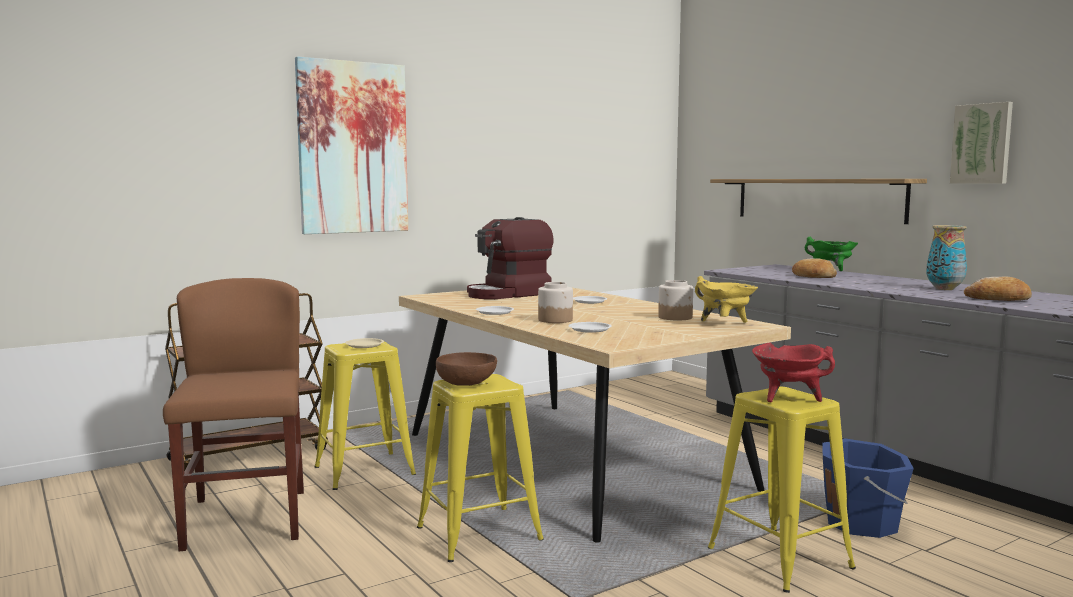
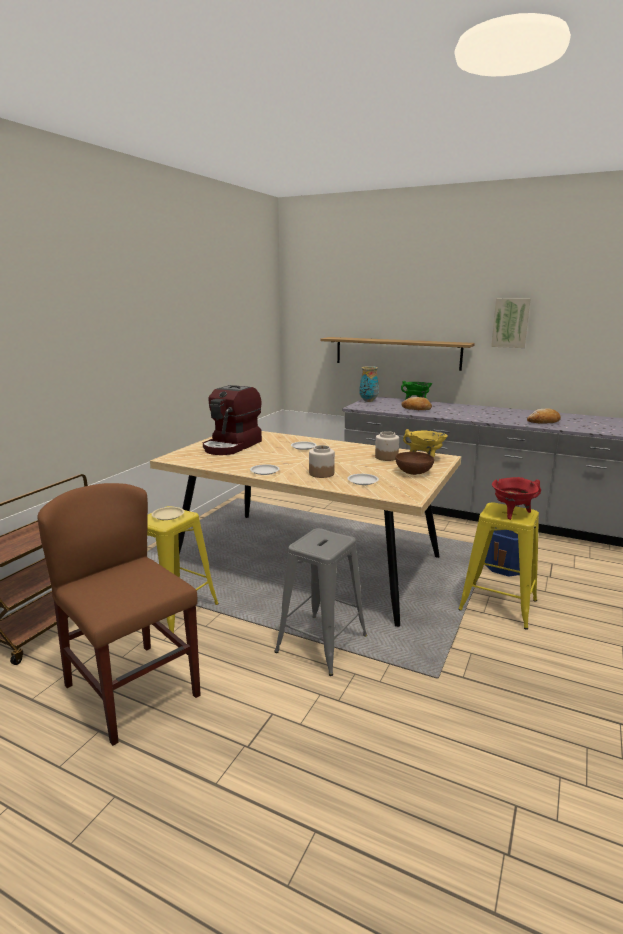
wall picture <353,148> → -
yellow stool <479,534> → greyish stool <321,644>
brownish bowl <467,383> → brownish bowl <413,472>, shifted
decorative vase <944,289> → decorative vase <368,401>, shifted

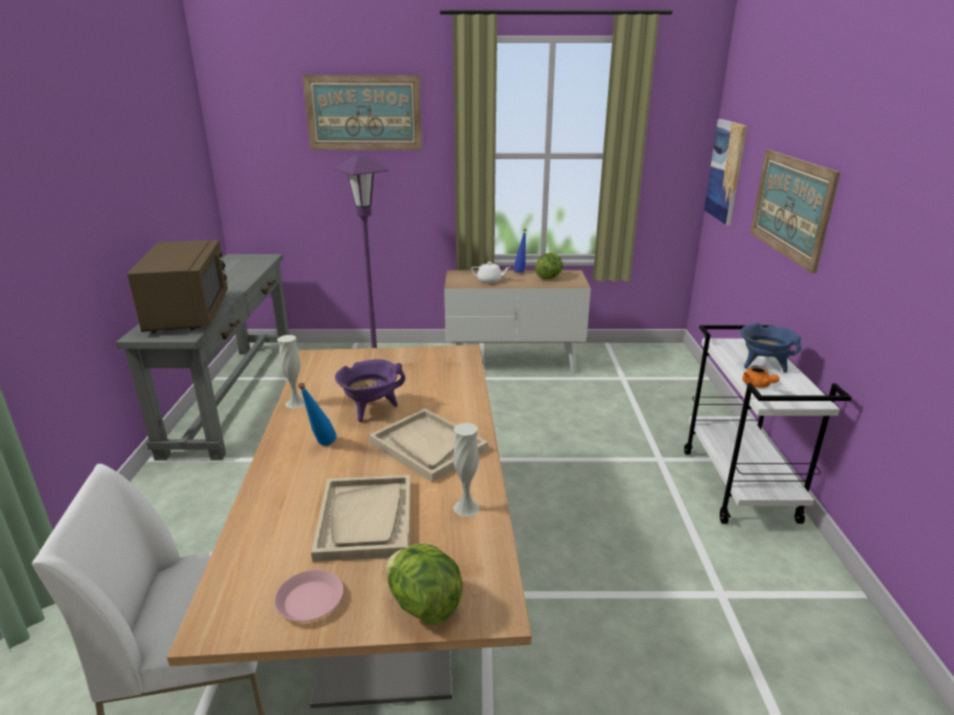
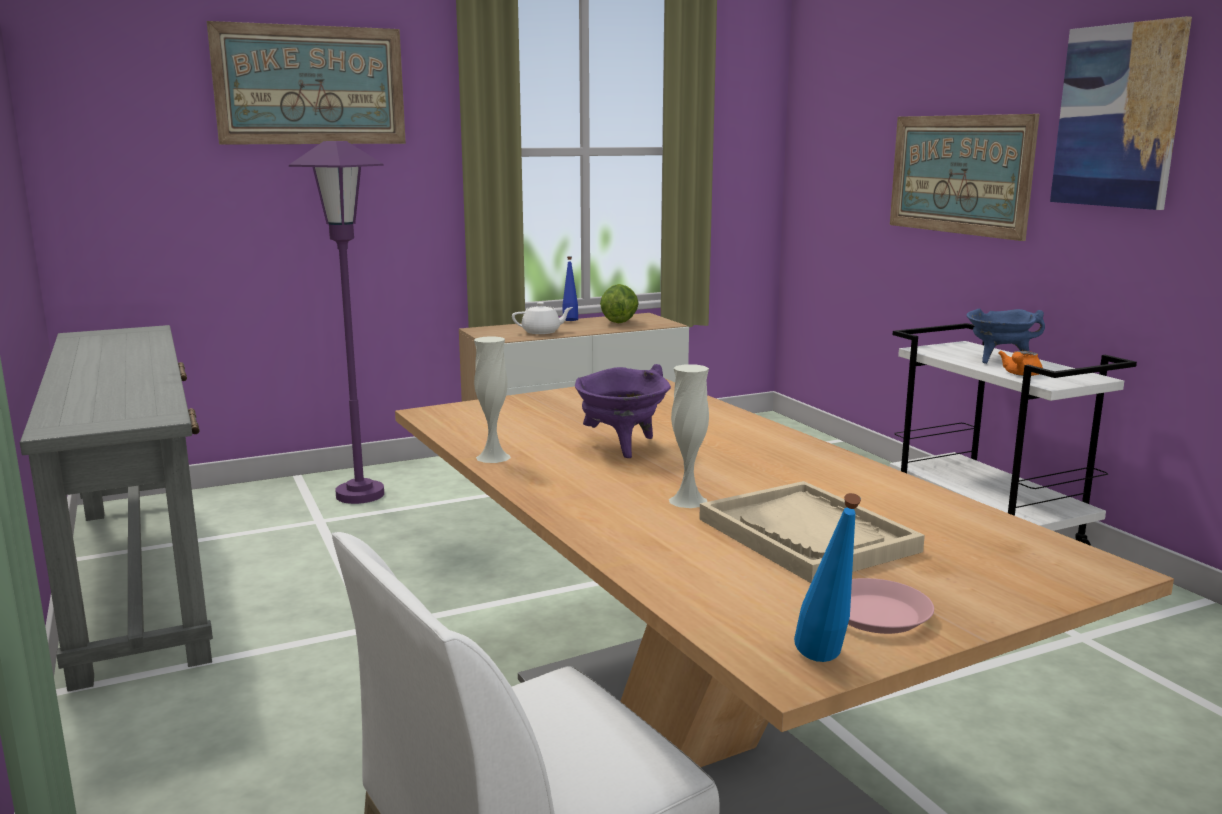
brownish microwave <188,314> → -
blue-coloured beverage bottle <321,446> → blue-coloured beverage bottle <825,665>, shifted
sand-coloured tray <427,446> → -
head of lettuce <423,605> → -
white decorative vase <466,508> → white decorative vase <688,501>, shifted
wall picture <725,171> → wall picture <1117,116>, shifted
orange-coloured teapot <758,385> → orange-coloured teapot <1020,374>, 75 degrees clockwise

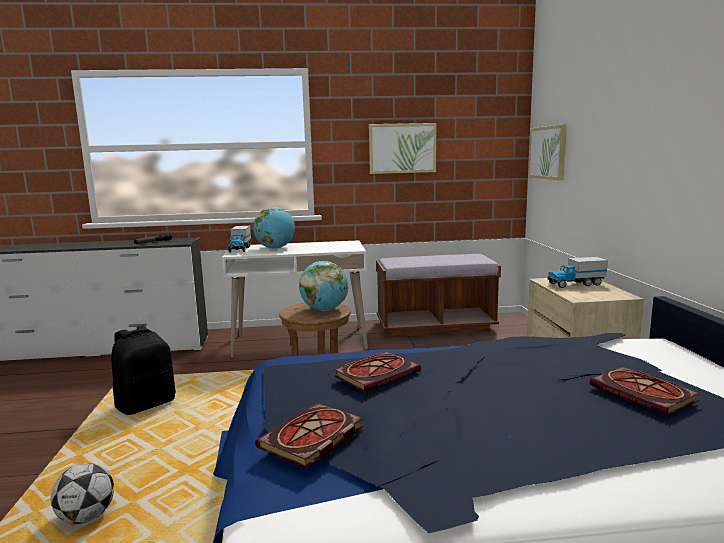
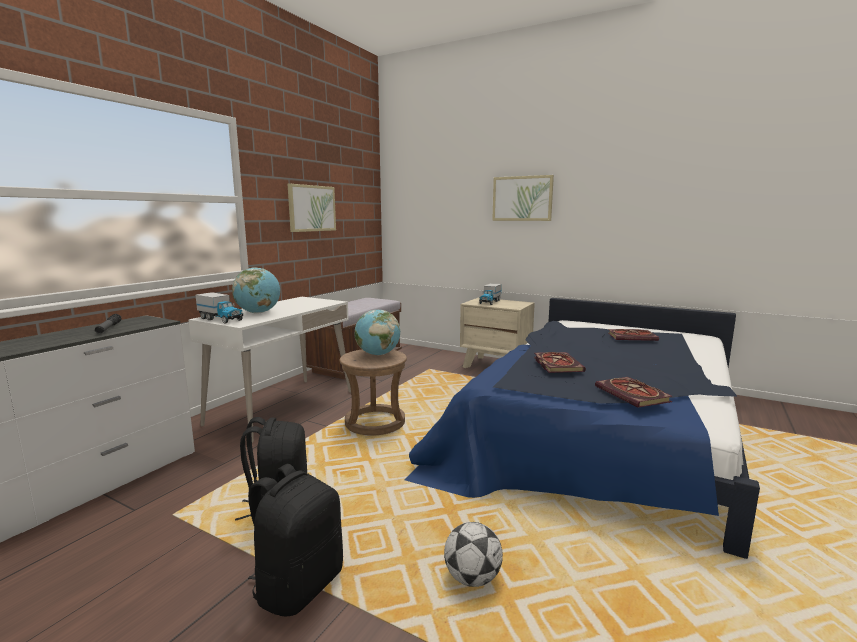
wall picture <548,152> → wall picture <522,198>, shifted
- → black rucksack <298,585>

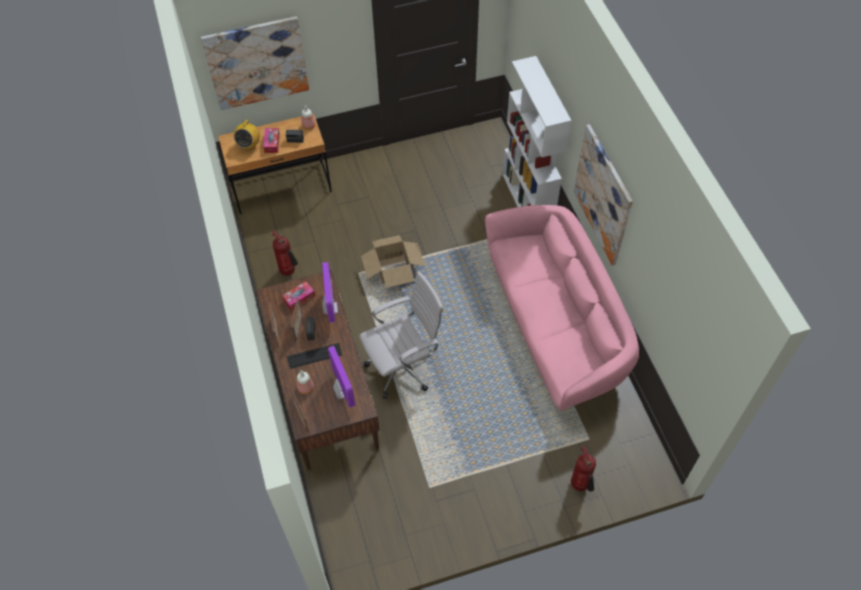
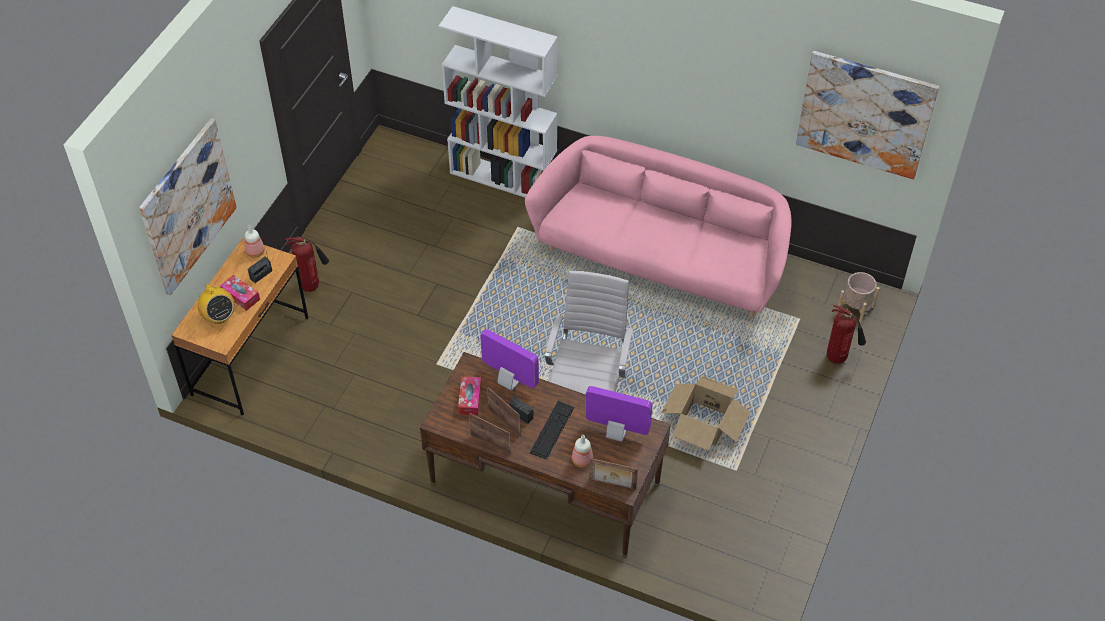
extinguisher <289,272> → extinguisher <312,285>, shifted
carton <393,269> → carton <703,424>, shifted
wall picture <603,195> → wall picture <865,114>, shifted
- → sand-coloured plant pot <855,308>

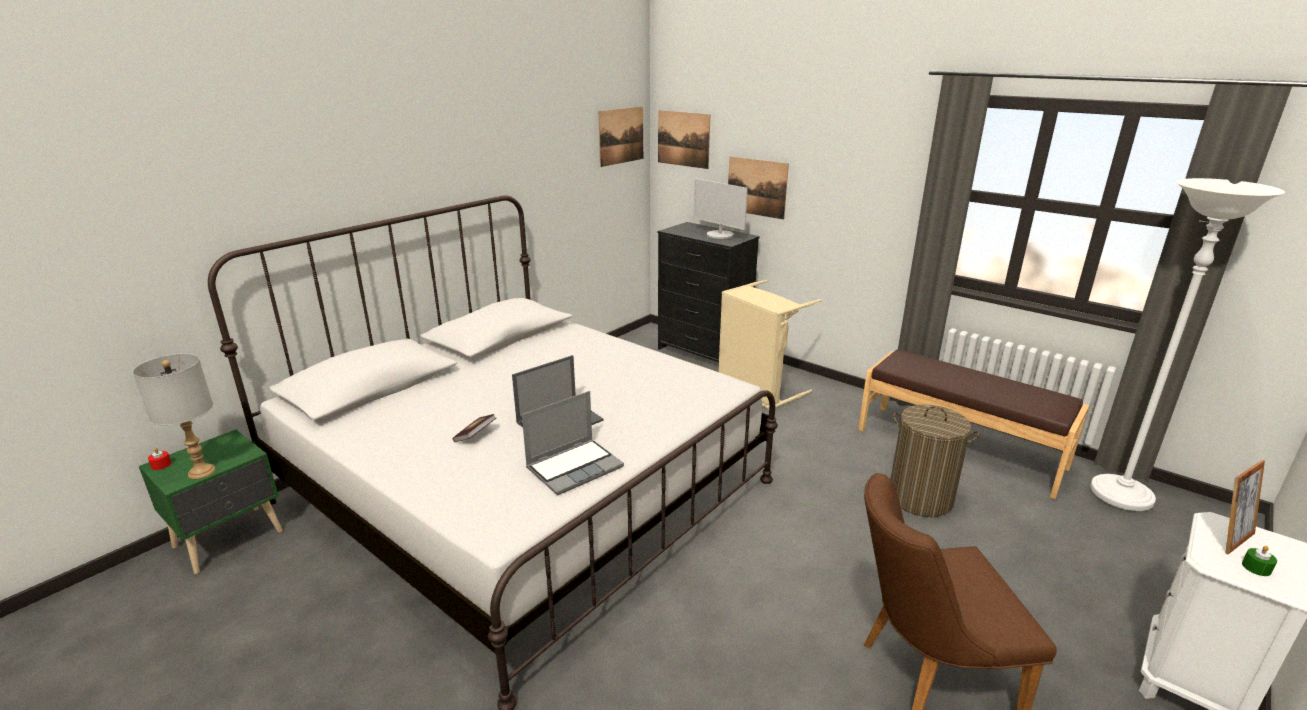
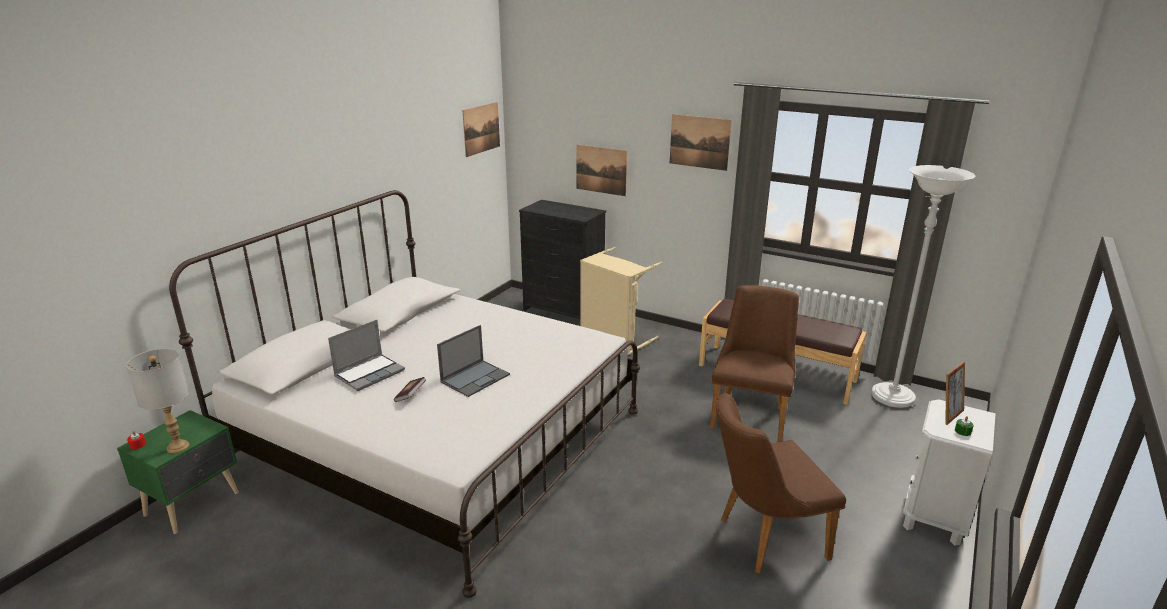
portable computer <575,467> → portable computer <370,373>, shifted
wall picture <683,139> → wall picture <699,142>, shifted
monitor <720,235> → -
washing basket <920,498> → brownish chair <750,414>

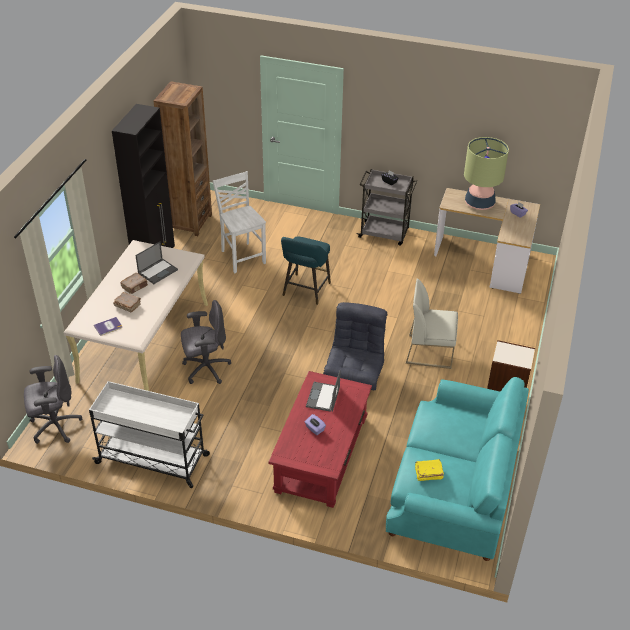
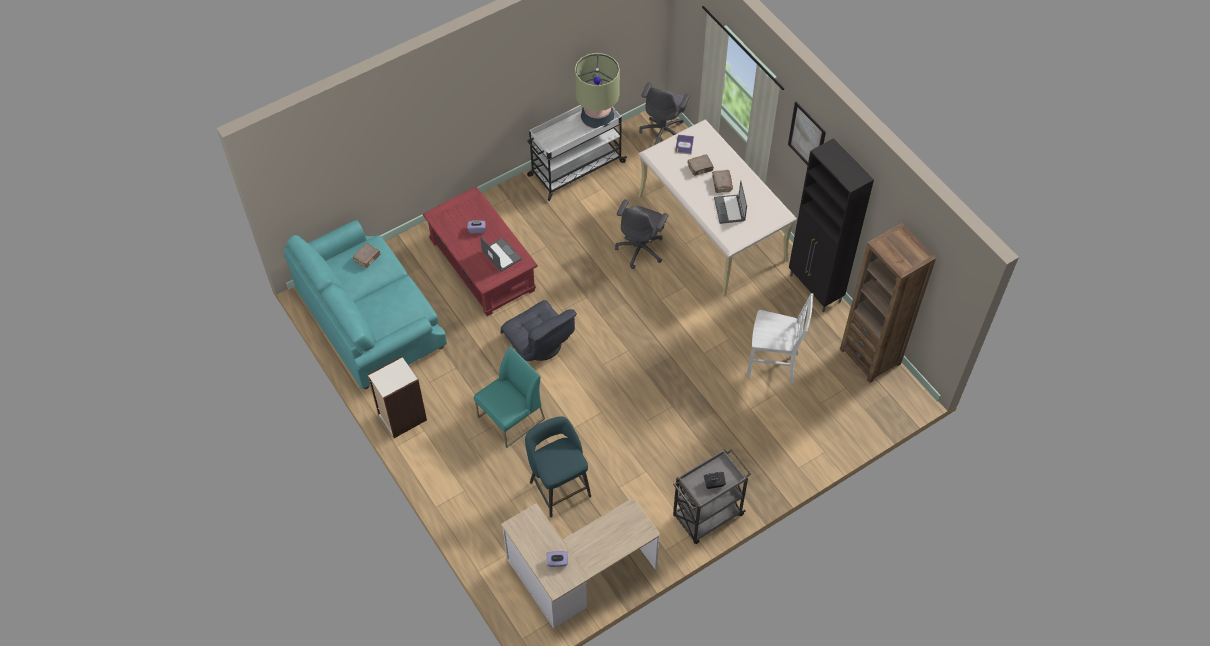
turquoise stool <305,291> → turquoise stool <558,486>, shifted
white chair <430,351> → turquoise chair <511,419>
yellow bound book <428,473> → brownish bound book <367,258>
lamp for a table <479,203> → lamp for a table <597,119>, shifted
- → wall picture <807,138>

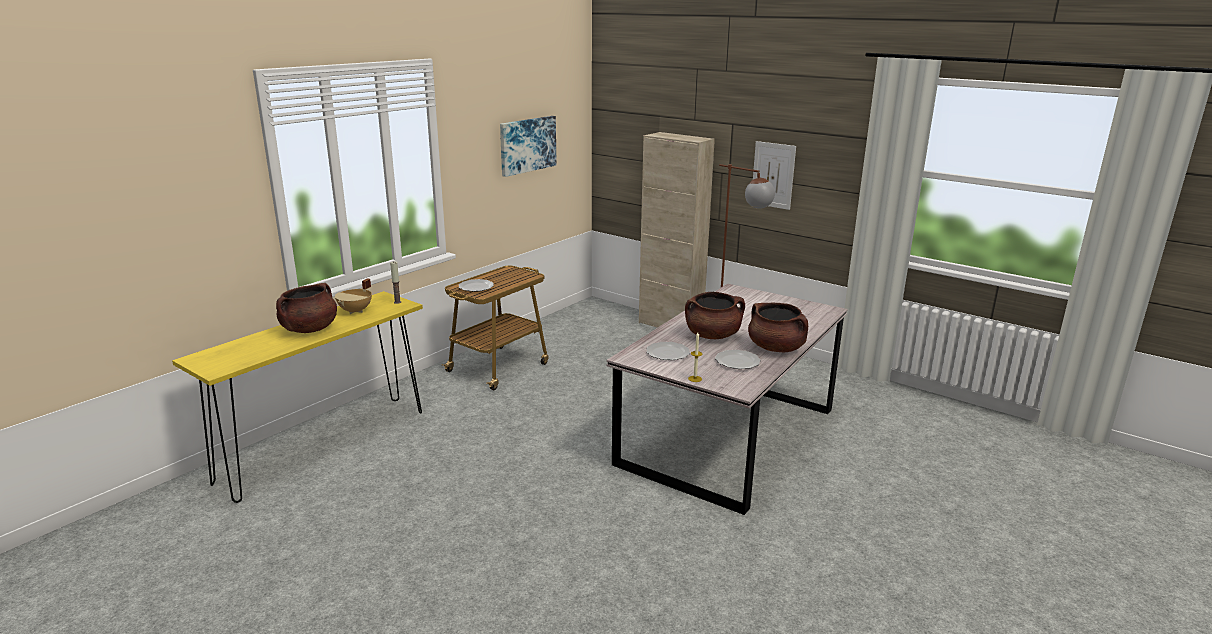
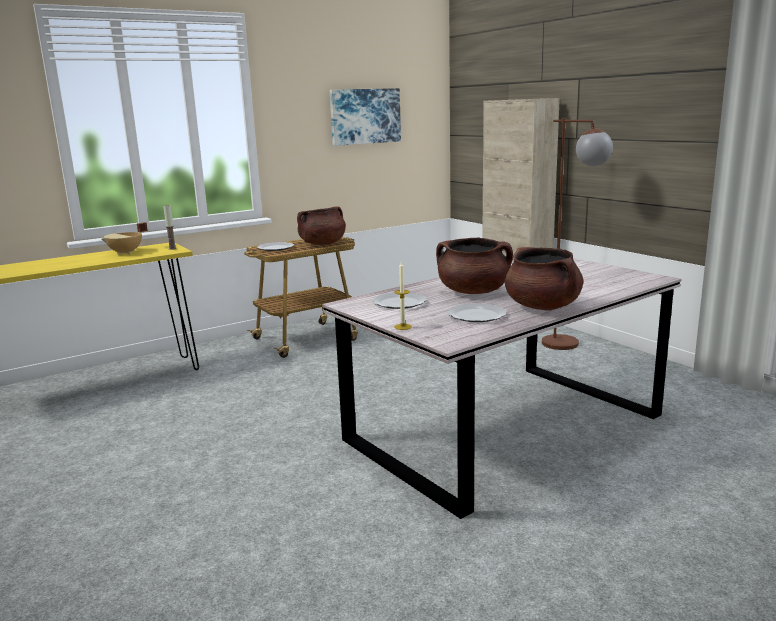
brownish saucepot <309,329> → brownish saucepot <322,244>, shifted
wall picture <773,175> → -

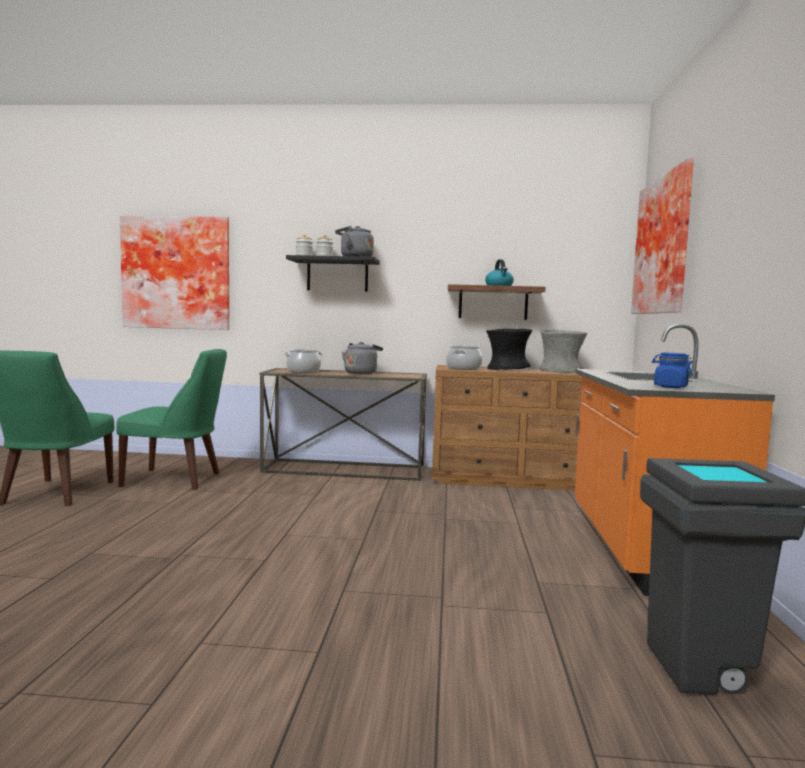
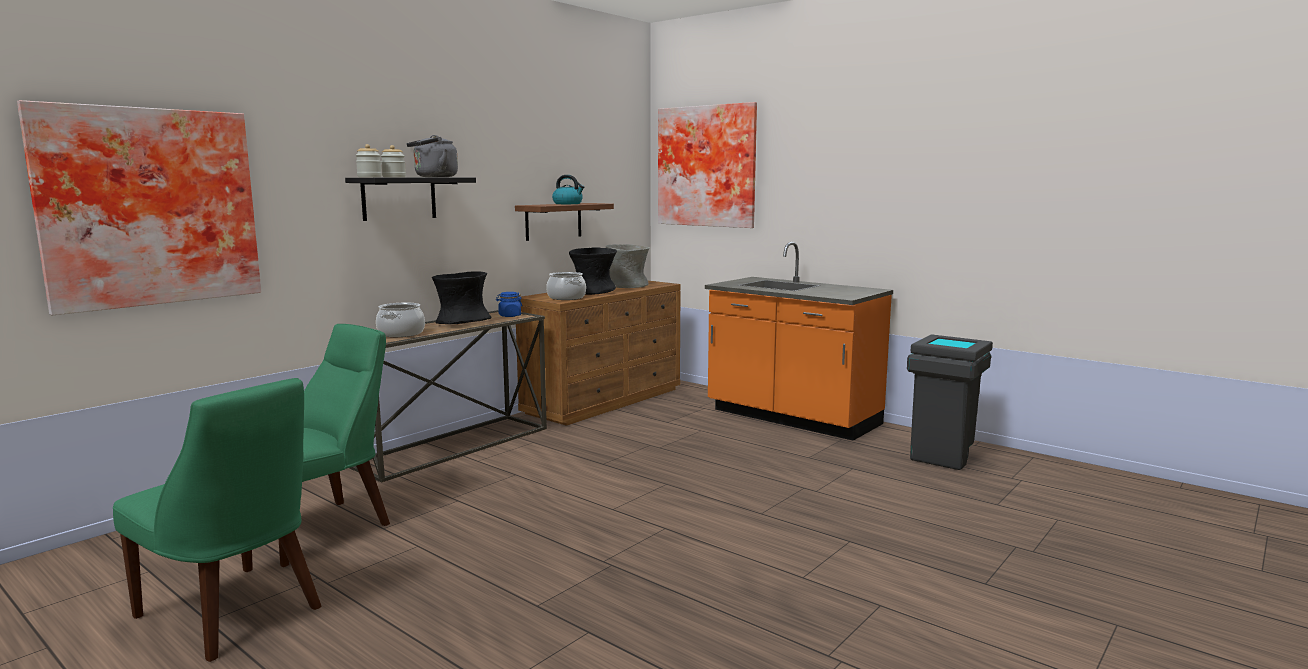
greyish water kettle <361,373> → black decorative vase <462,322>
blue-coloured preserve jar <670,387> → blue-coloured preserve jar <509,316>, shifted

